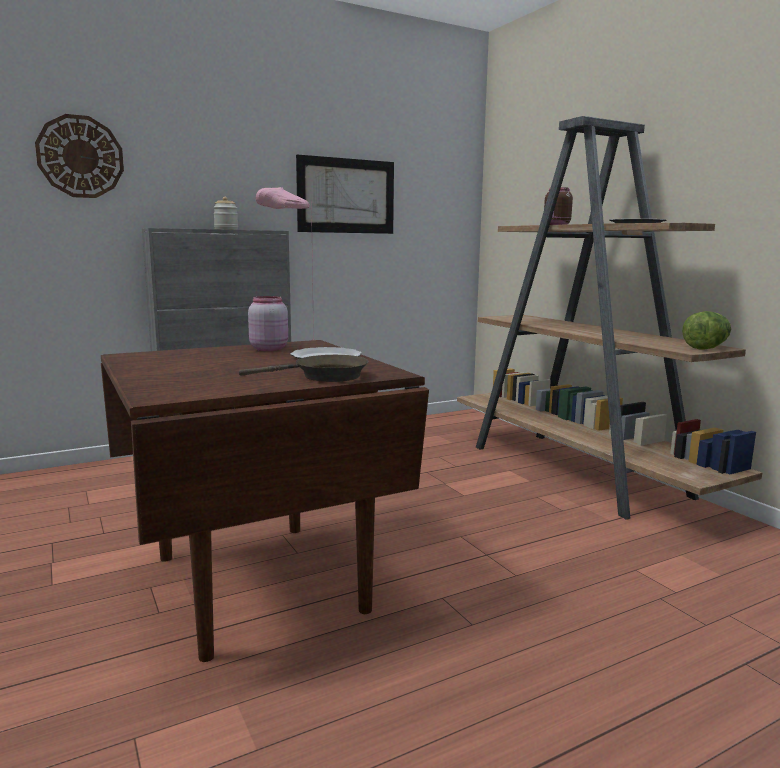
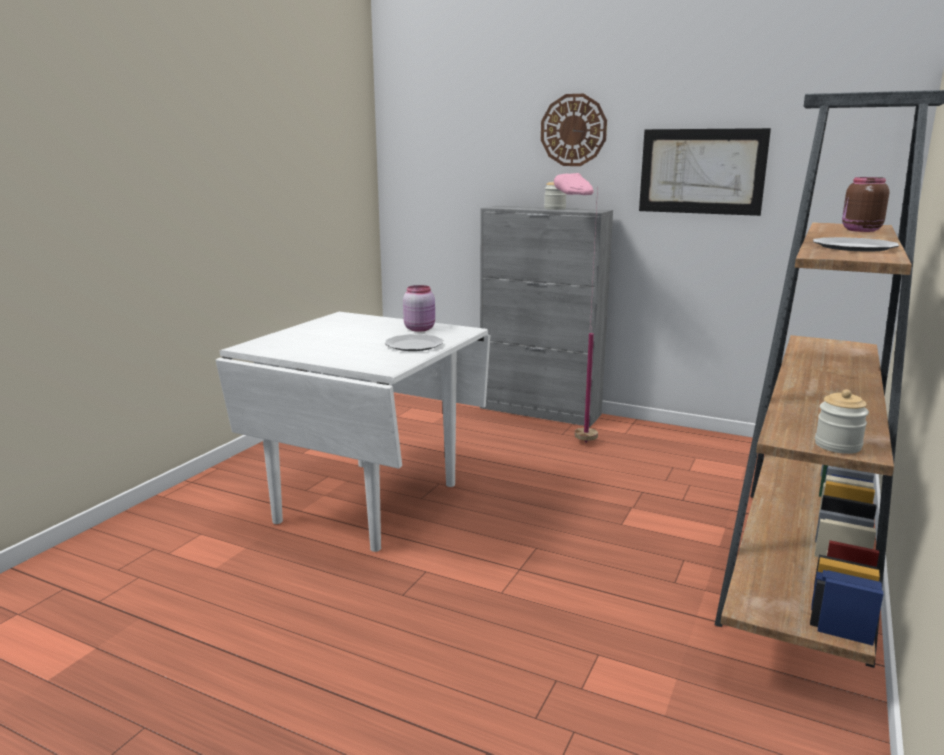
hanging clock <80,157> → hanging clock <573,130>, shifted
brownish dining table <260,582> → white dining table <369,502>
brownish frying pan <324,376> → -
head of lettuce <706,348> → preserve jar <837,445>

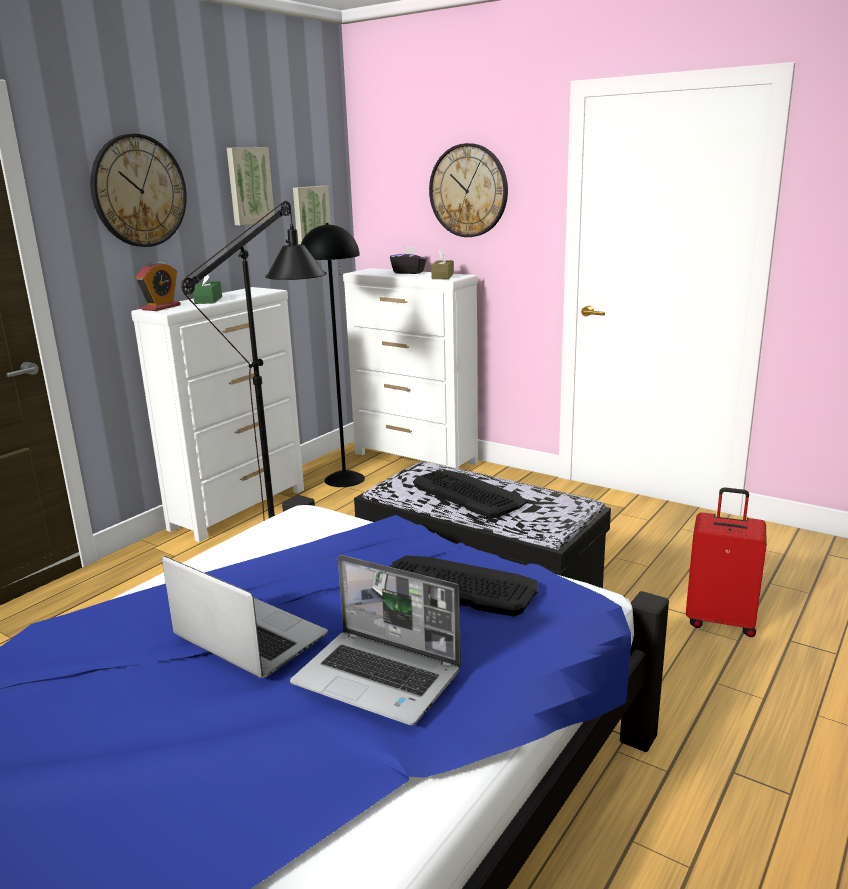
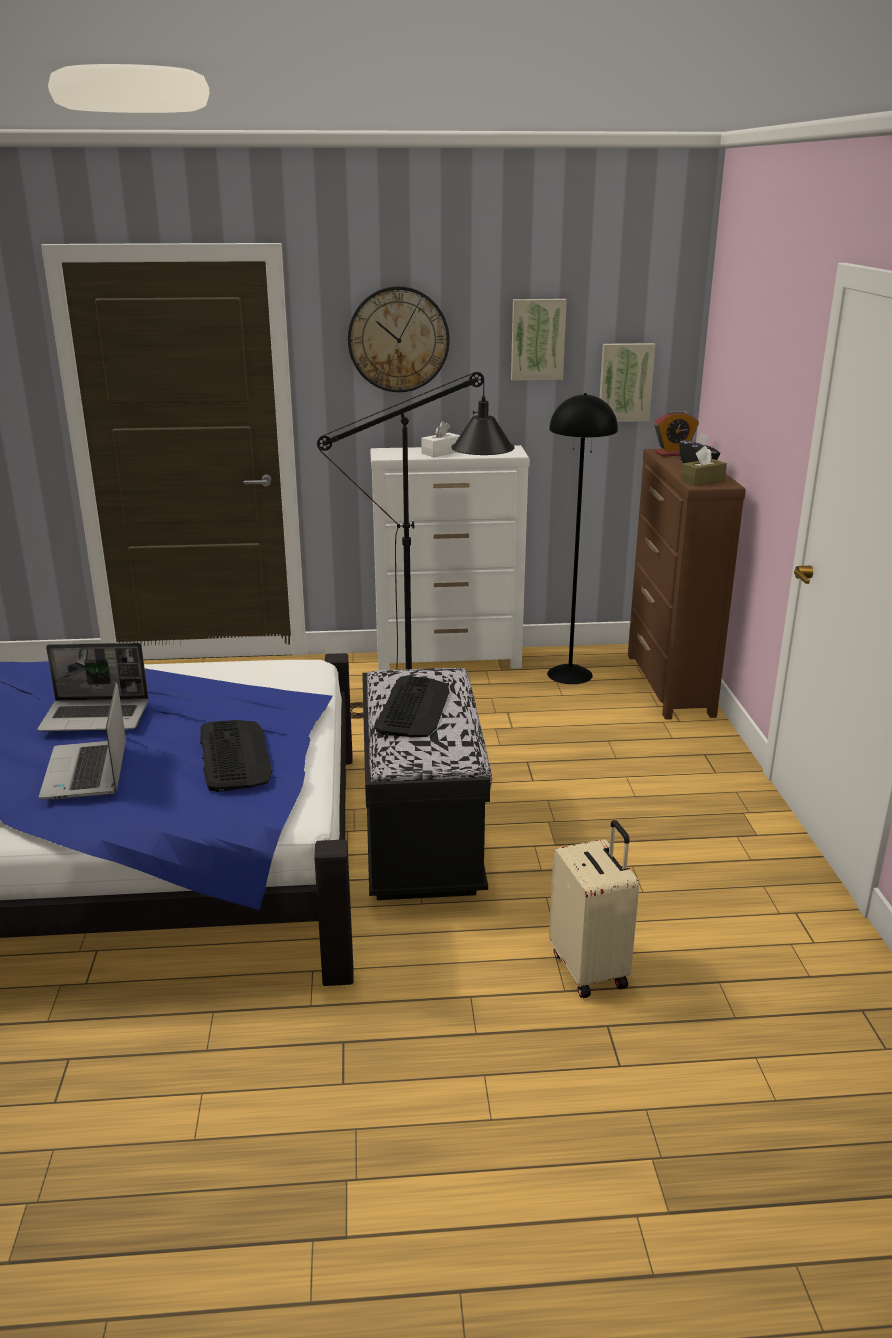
table clock <161,307> → table clock <673,453>, shifted
portable computer <247,638> → portable computer <97,717>, 90 degrees clockwise
green tissue box <208,300> → white tissue box <441,452>
white dresser <415,458> → brownish dresser <669,685>
hanging clock <468,191> → -
red travel case <720,620> → sand-coloured travel case <590,969>

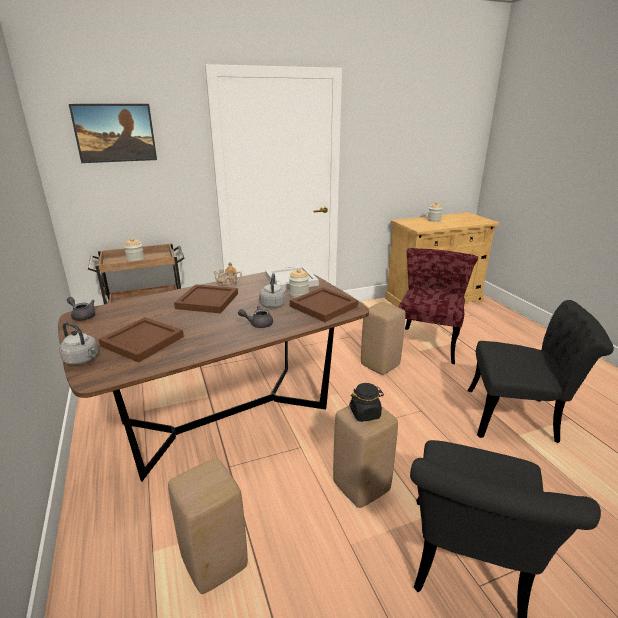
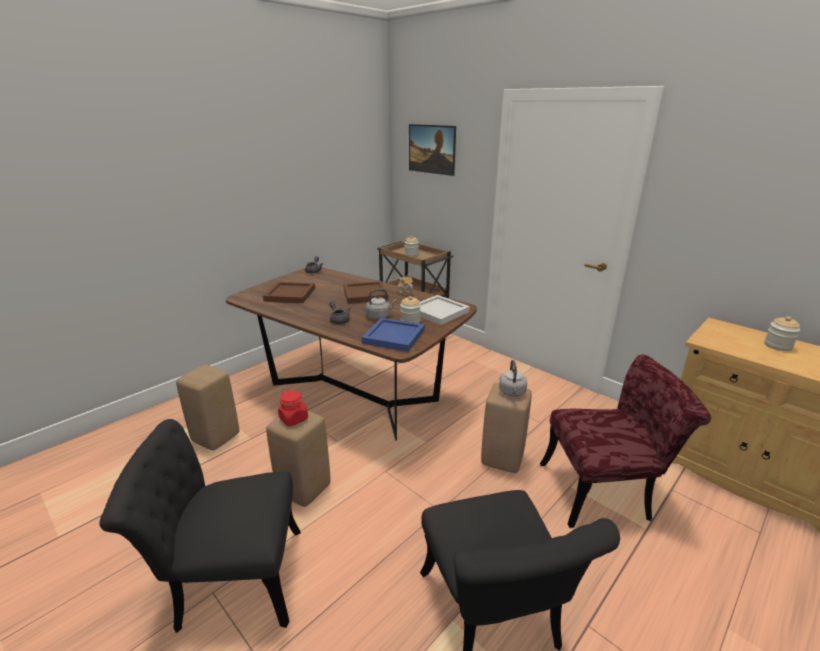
greyish water kettle <83,360> → greyish water kettle <512,393>, shifted
brownish tray <324,306> → blue-coloured tray <394,337>
black preserve jar <365,413> → red preserve jar <294,419>

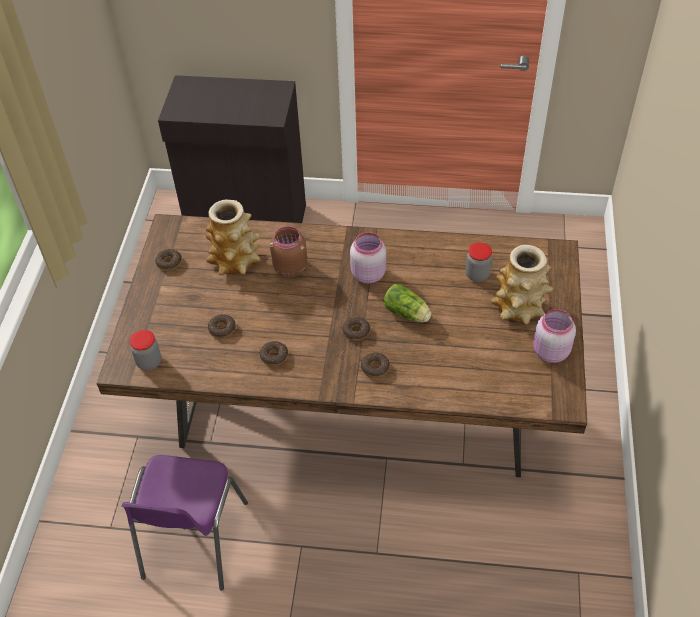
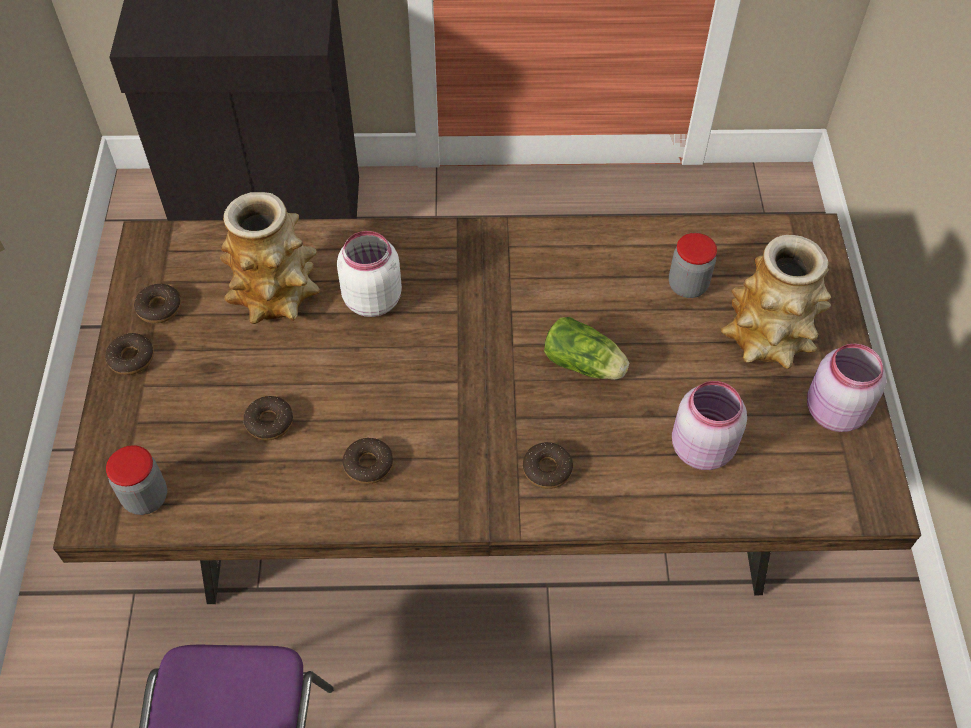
brownish preserve jar <290,267> → white preserve jar <371,299>
donut <356,331> → donut <131,358>, shifted
pinkish preserve jar <367,273> → pinkish preserve jar <700,447>, shifted

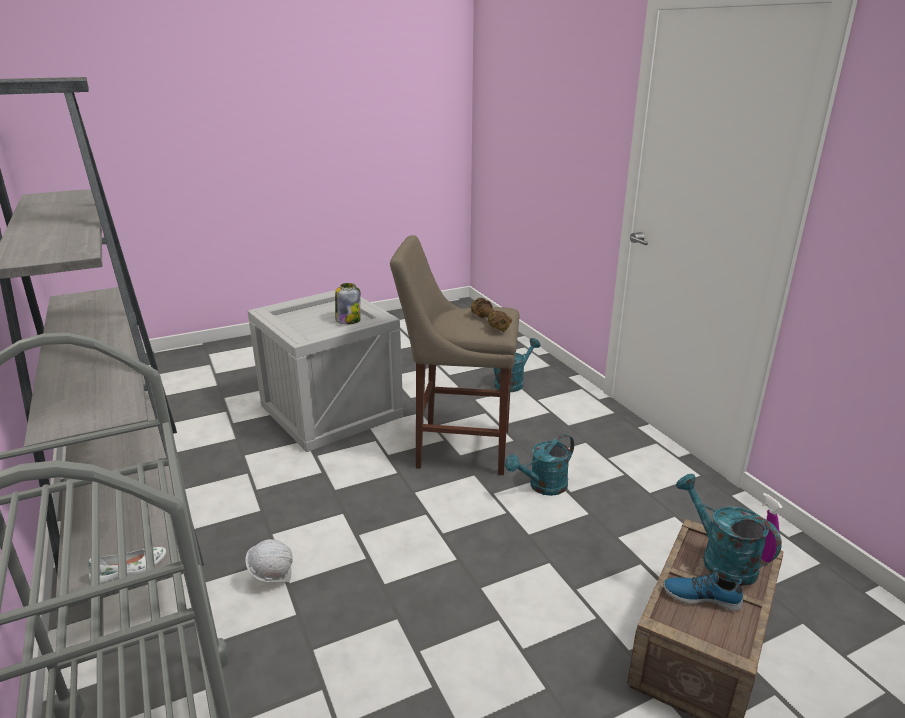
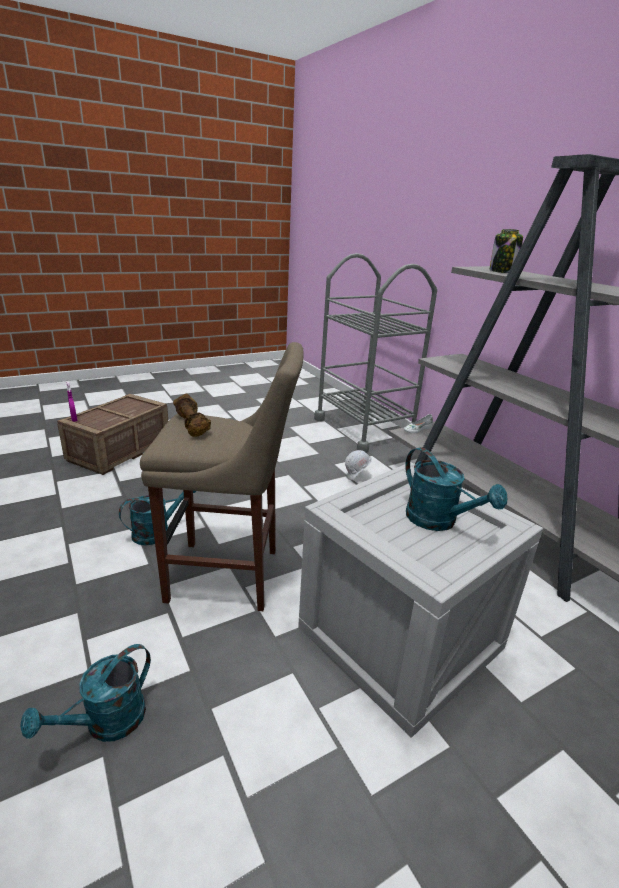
preserve jar <348,320> → preserve jar <502,271>, shifted
item of footwear <701,596> → -
turquoise sprinkling can <720,559> → turquoise sprinkling can <438,521>, shifted

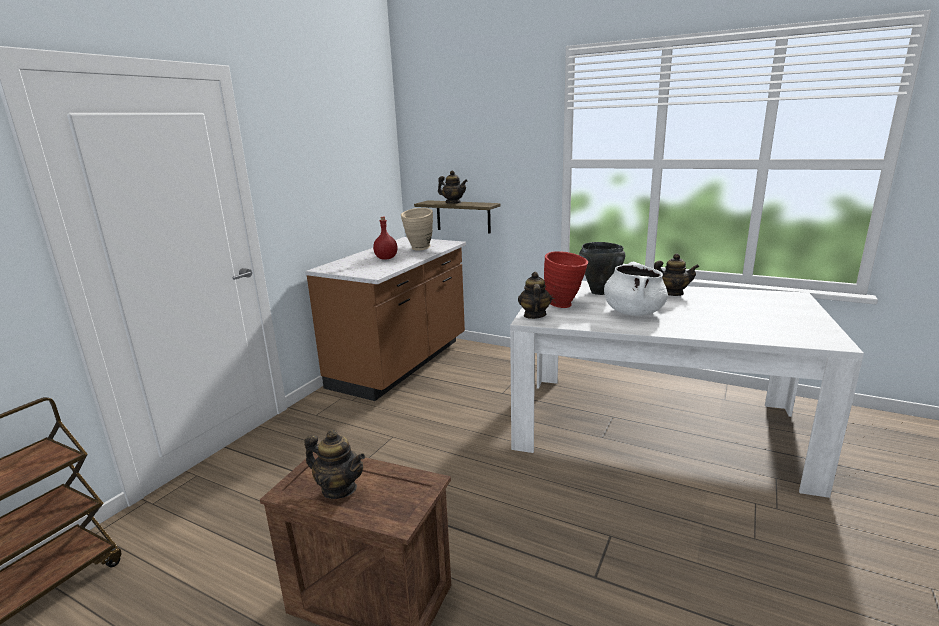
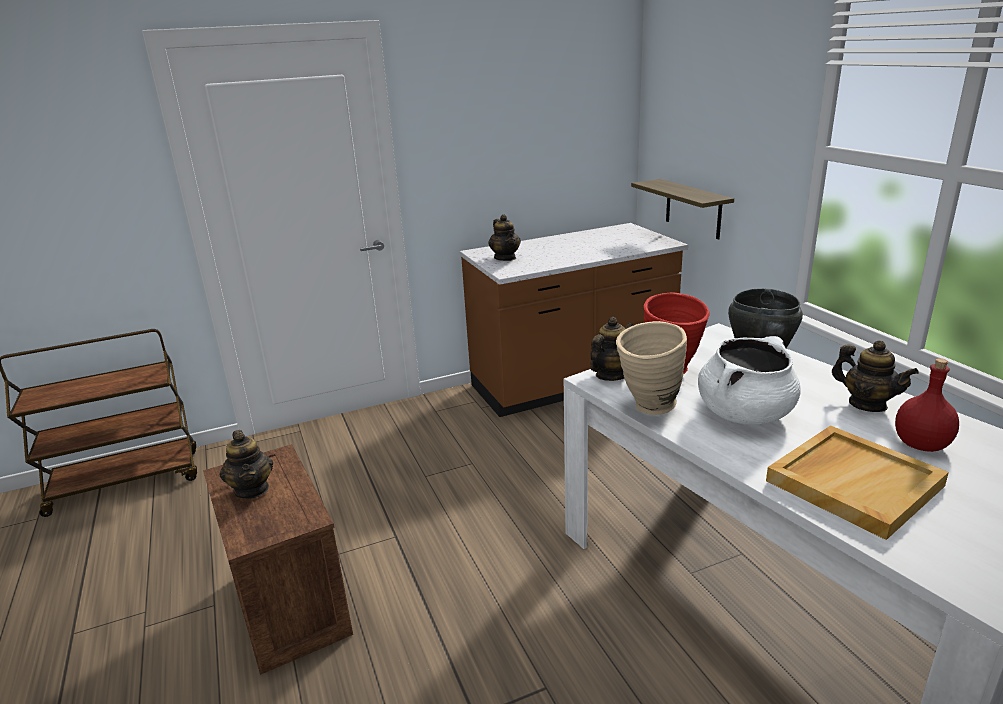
red beverage bottle <386,258> → red beverage bottle <920,445>, shifted
sand-coloured decorative vase <419,249> → sand-coloured decorative vase <648,409>, shifted
teapot <453,203> → teapot <505,258>, shifted
- → sand-coloured tray <853,482>

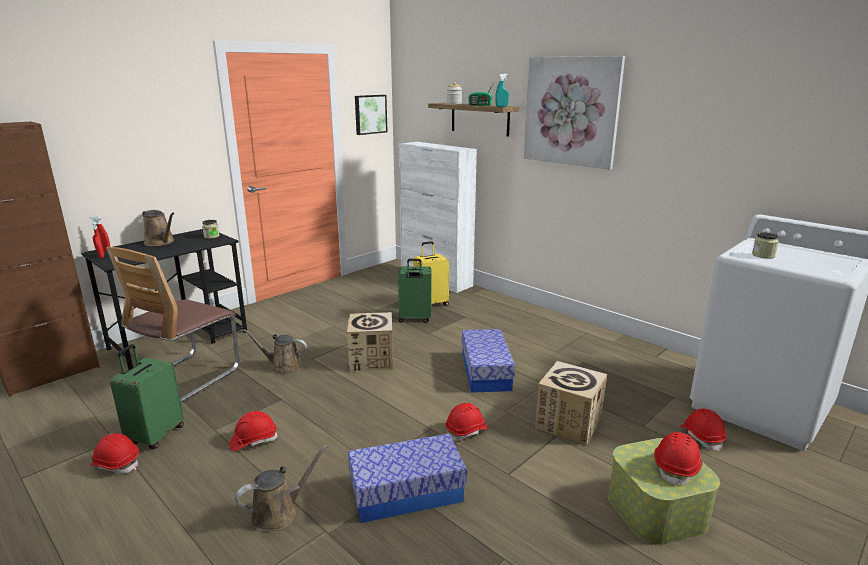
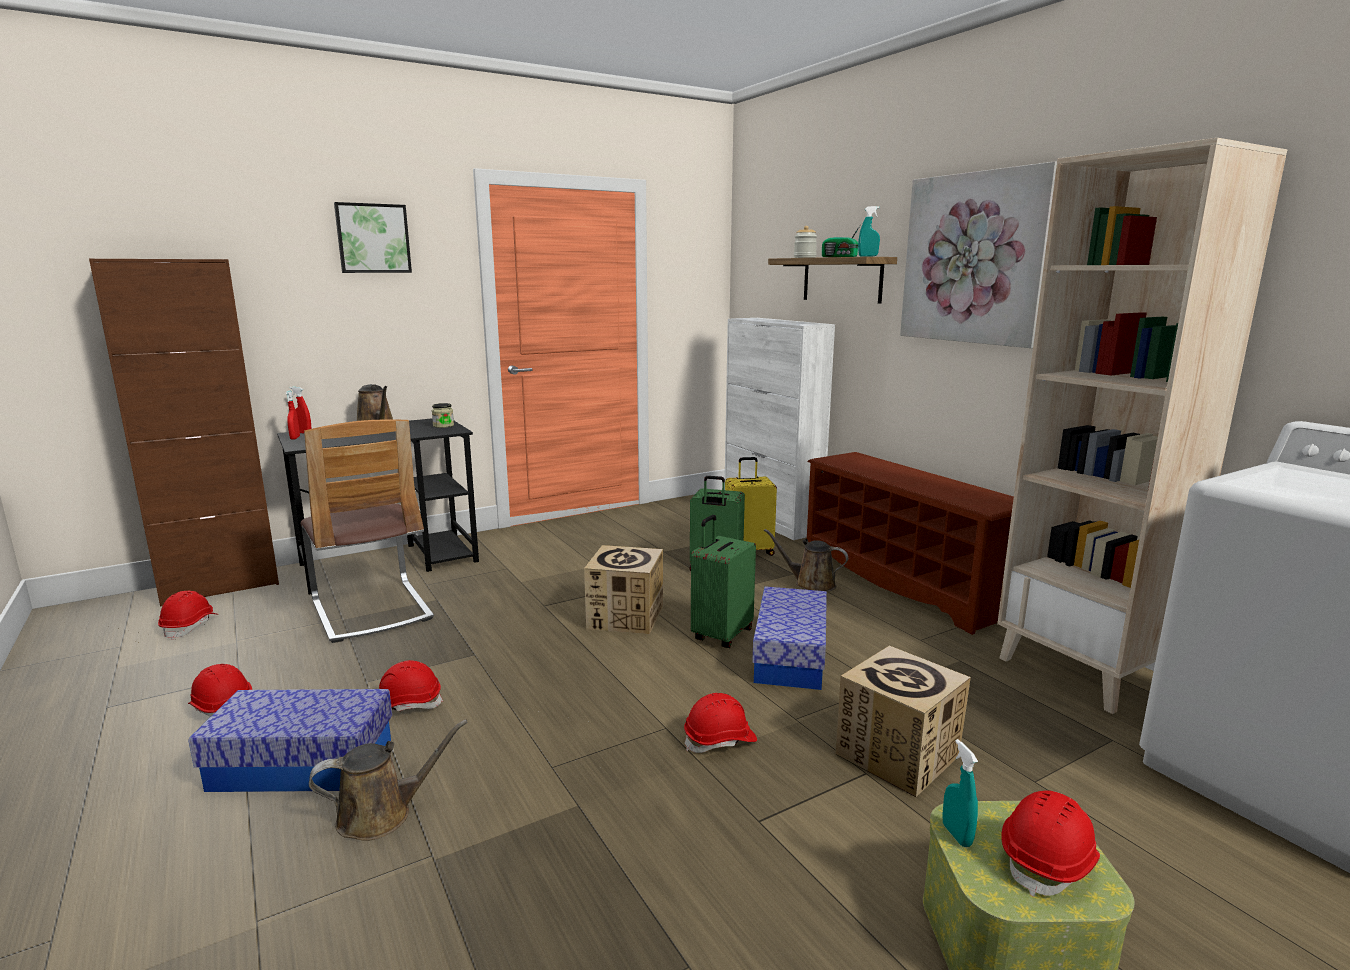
chair <187,377> → chair <371,610>, 75 degrees counterclockwise
green travel case <155,435> → green travel case <721,635>, shifted
brownish sprinkling can <283,367> → brownish sprinkling can <811,584>, shifted
storage container <406,493> → storage container <302,764>, shifted
wall picture <370,114> → wall picture <373,238>, shifted
red hard hat <701,437> → red hard hat <190,626>, shifted
preserve jar <763,255> → -
- → brownish shoe rack <904,583>
- → turquoise hand sprayer <956,835>
- → sand-coloured shelving unit <1083,671>

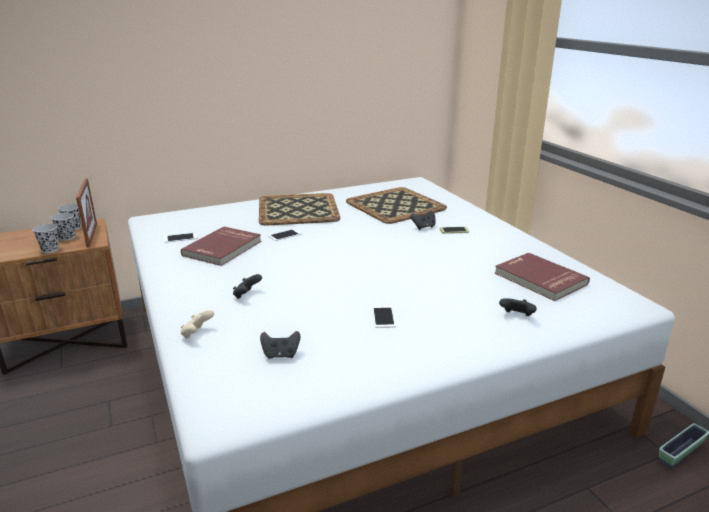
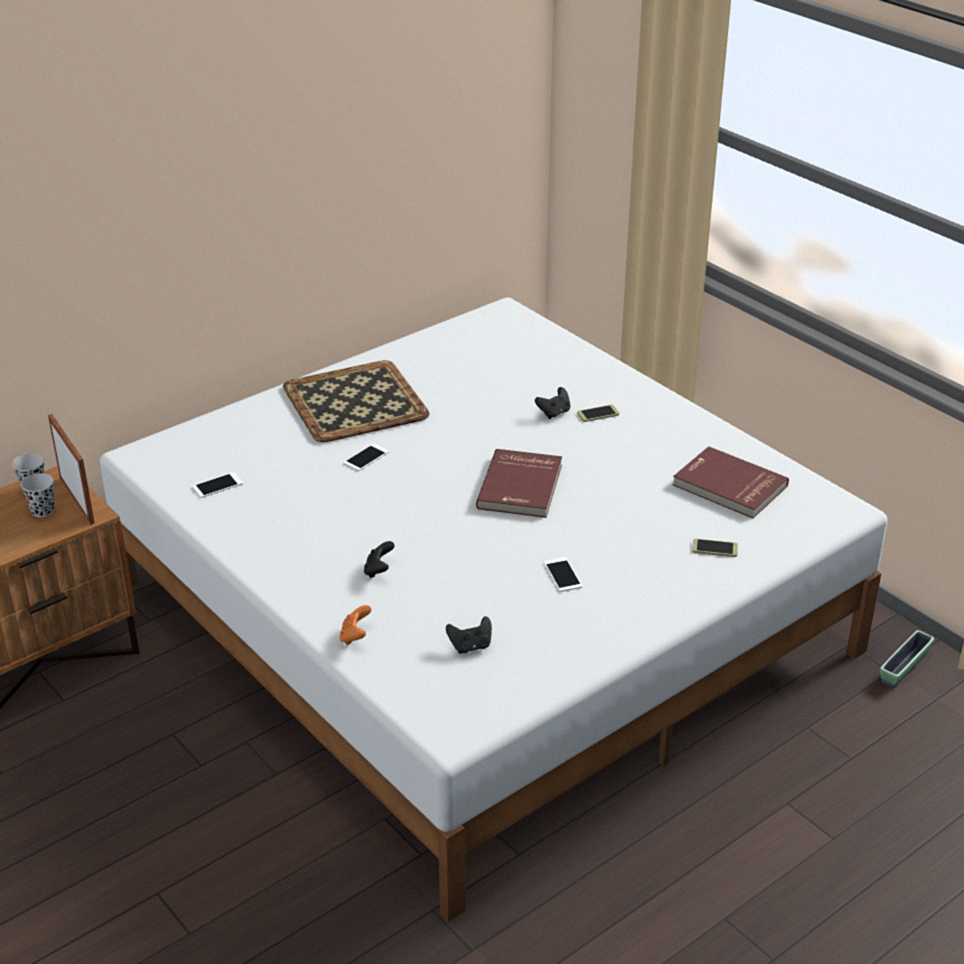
black cup <50,250> → -
red bound book <223,248> → red bound book <522,487>, shifted
sand-coloured game controller <197,334> → orange-coloured game controller <355,636>
tray <395,206> → -
black game controller <516,316> → telephone <715,548>

